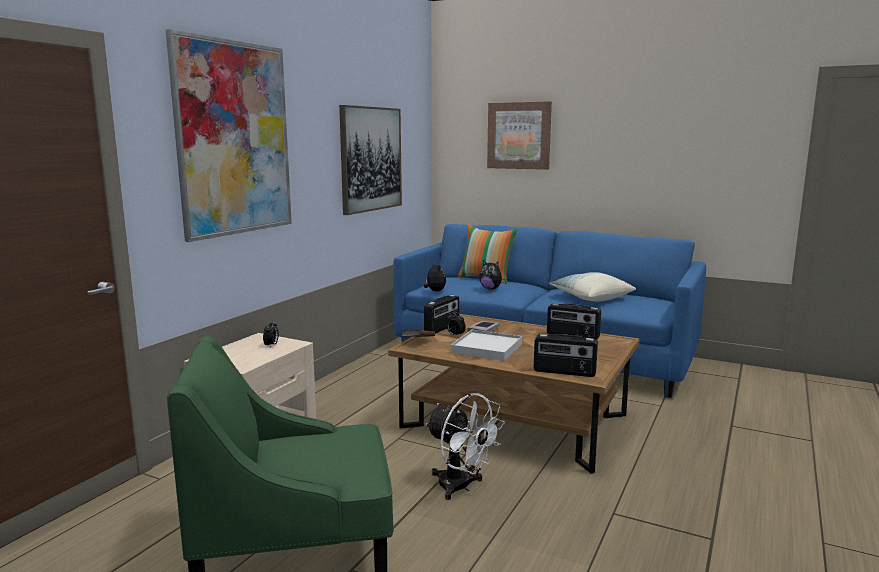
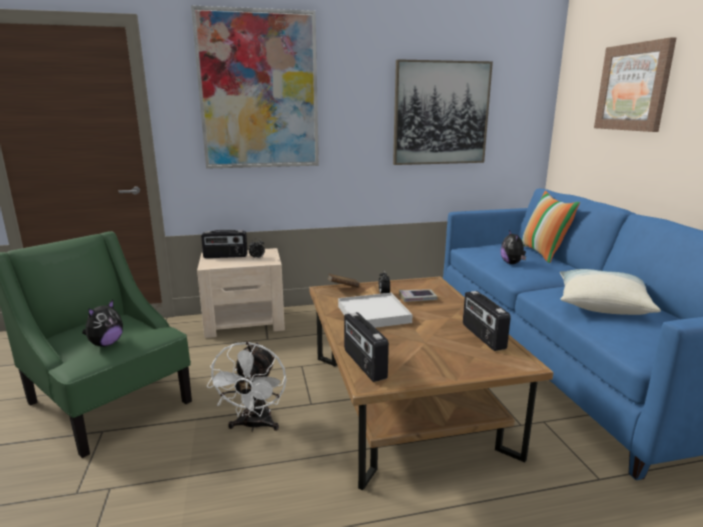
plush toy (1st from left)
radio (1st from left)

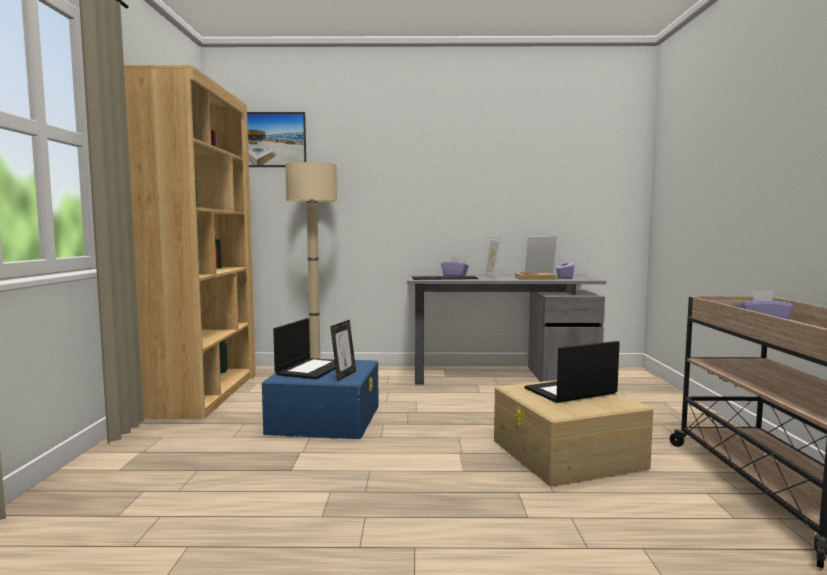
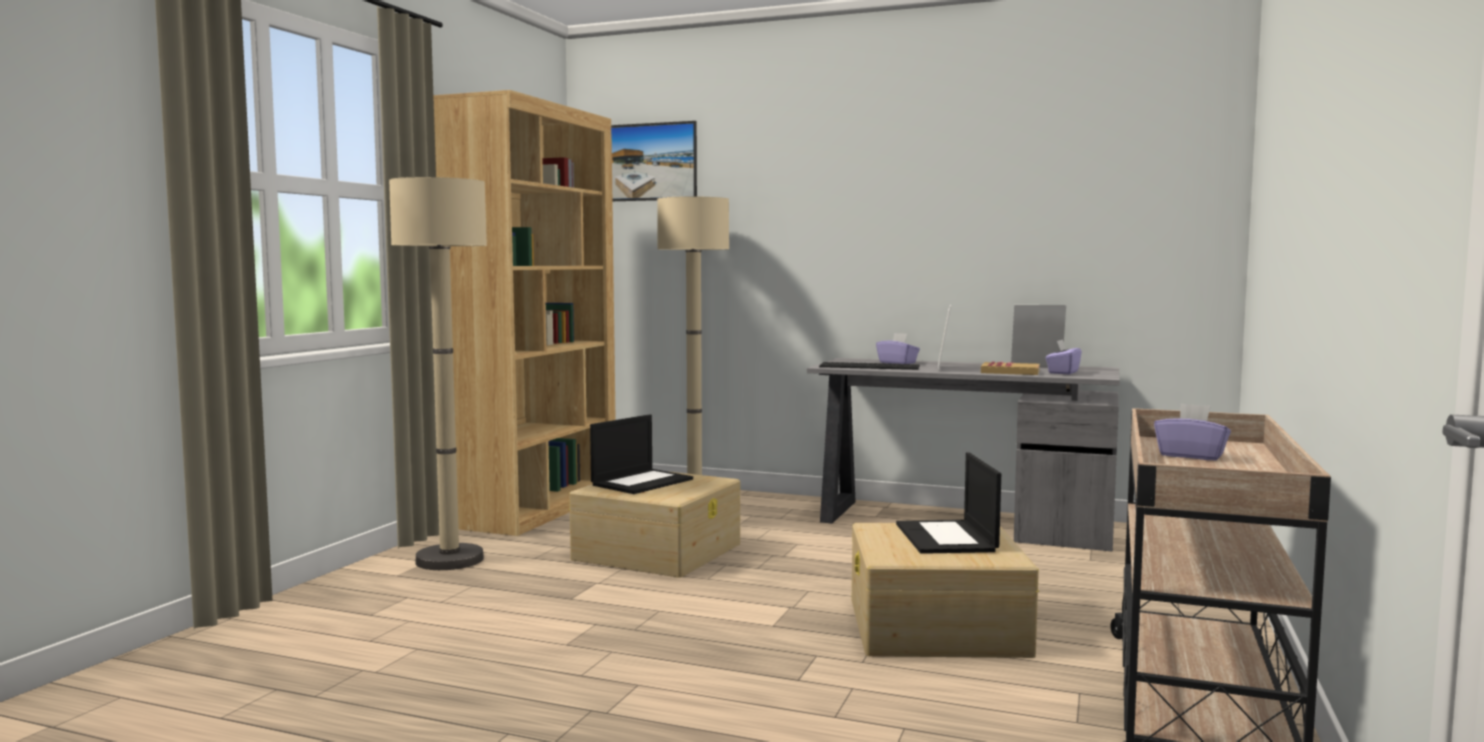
beige floor lamp (1st from left)
beige storage box (1st from left)
laptop (2nd from left)
picture frame (1st from left in the first image)

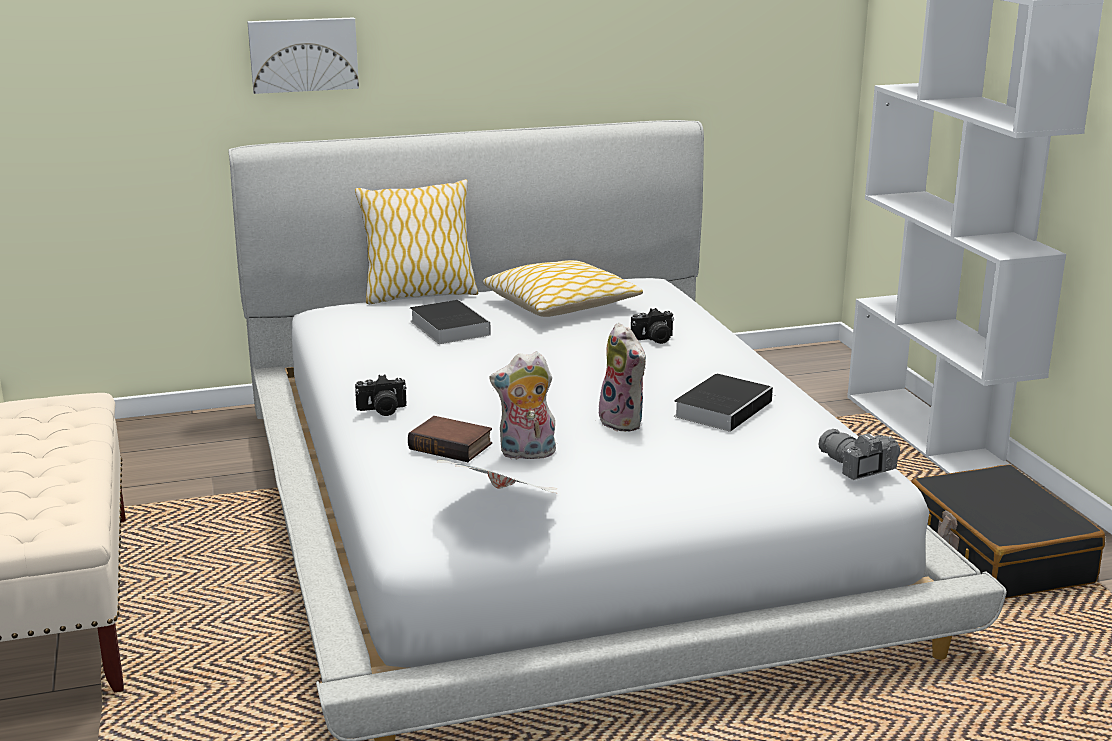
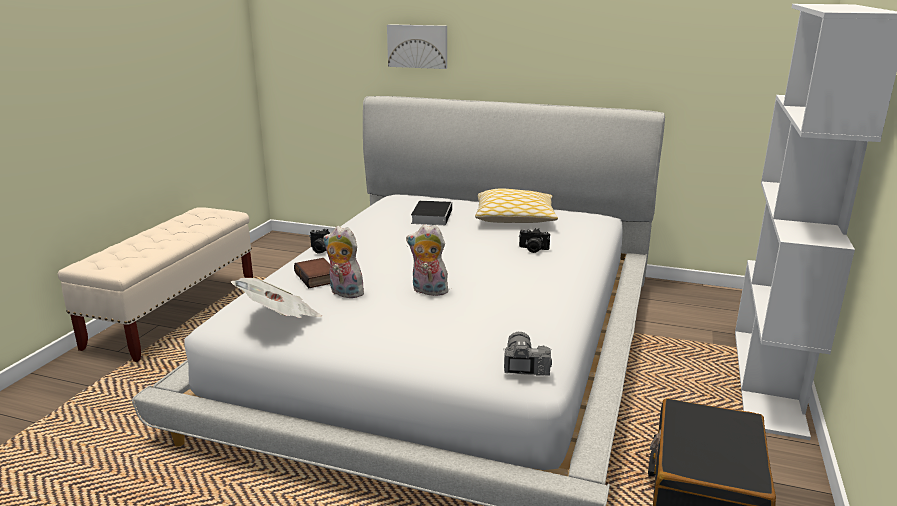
plush toy (2nd from left)
pillow (1st from left in the first image)
book (3rd from left in the first image)

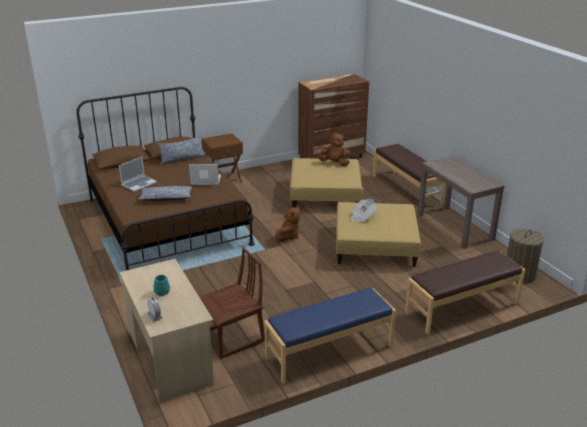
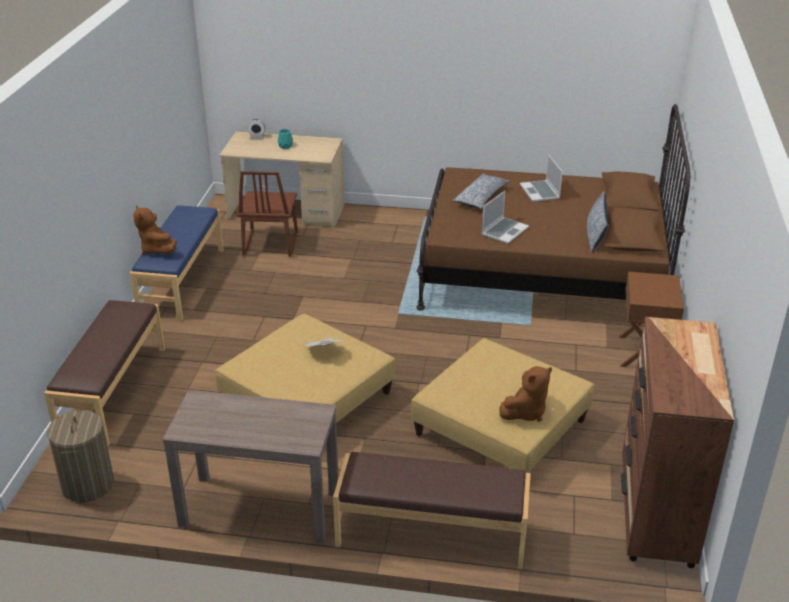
brown plush toy (1st from left)

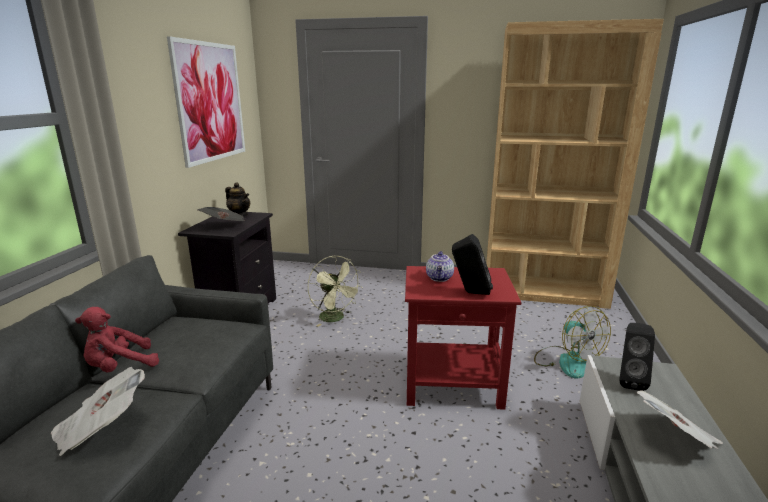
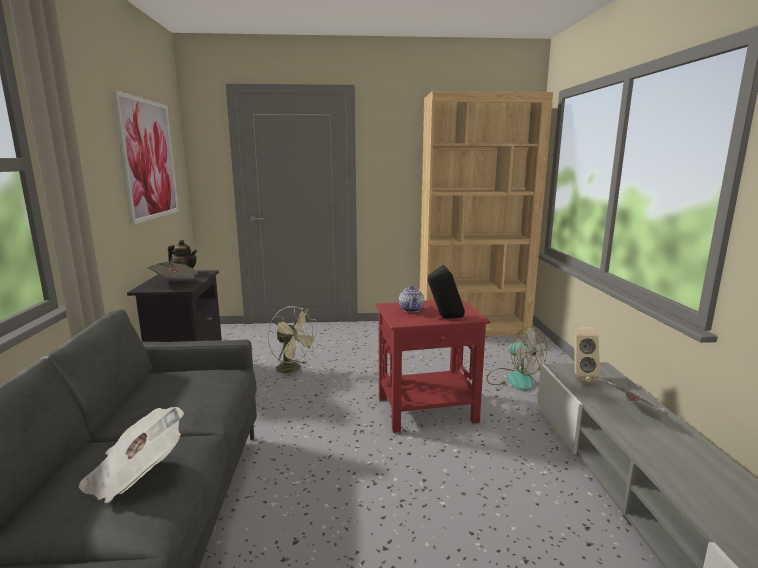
beige speaker
red plush toy

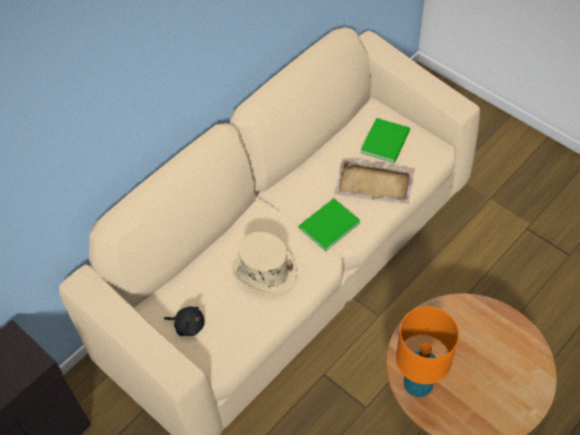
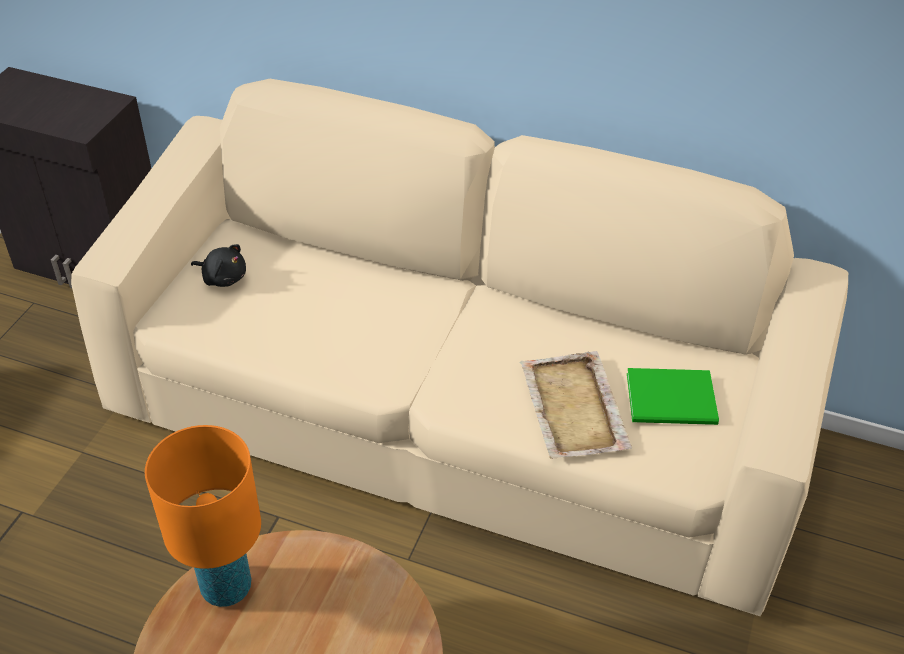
black plush toy
beige hat
green book (1st from left in the first image)

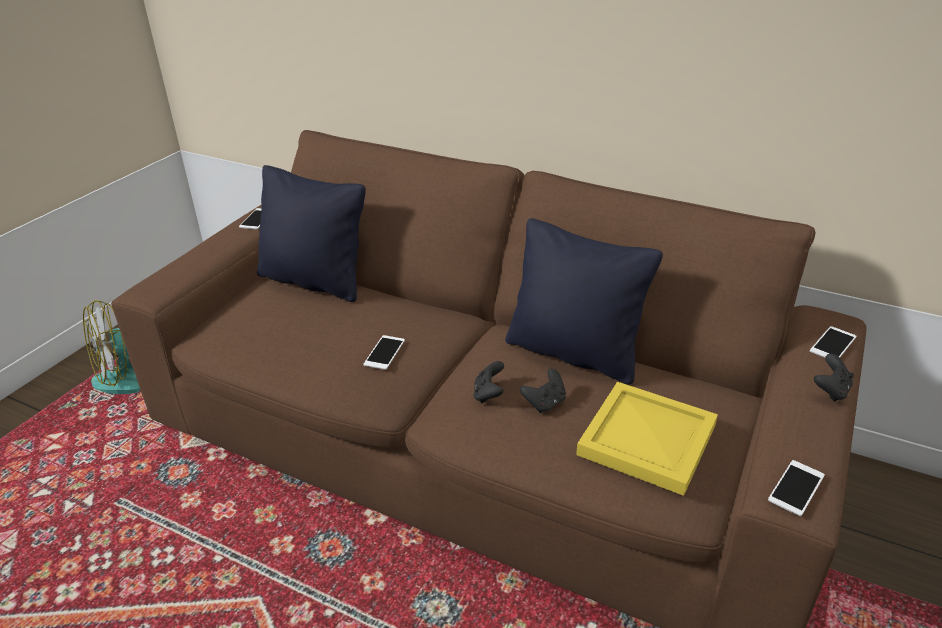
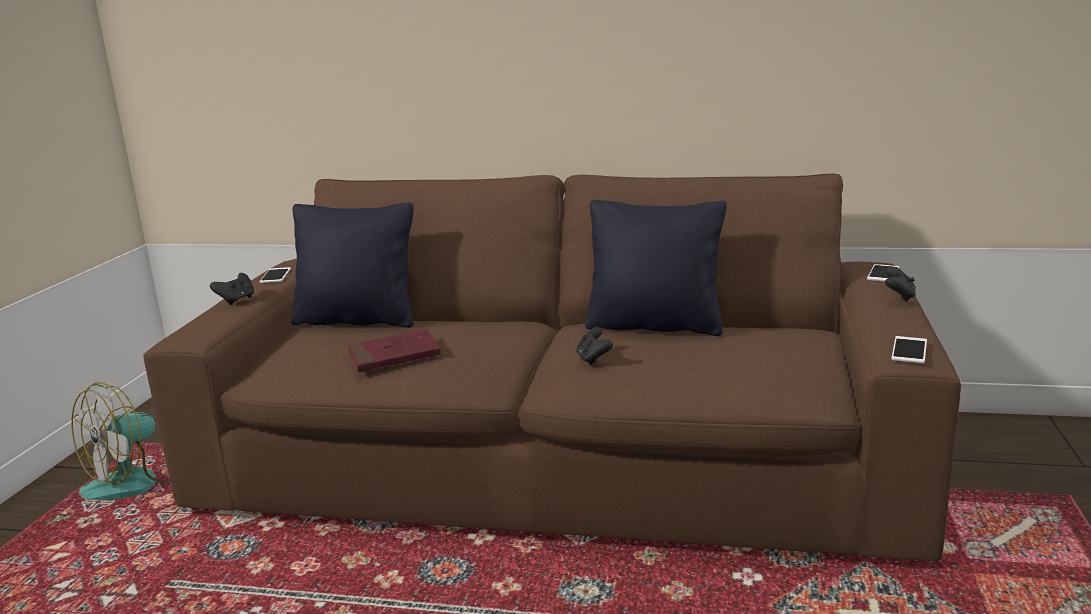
black game controller (1st from left)
red book
phone (2nd from left in the first image)
yellow tray

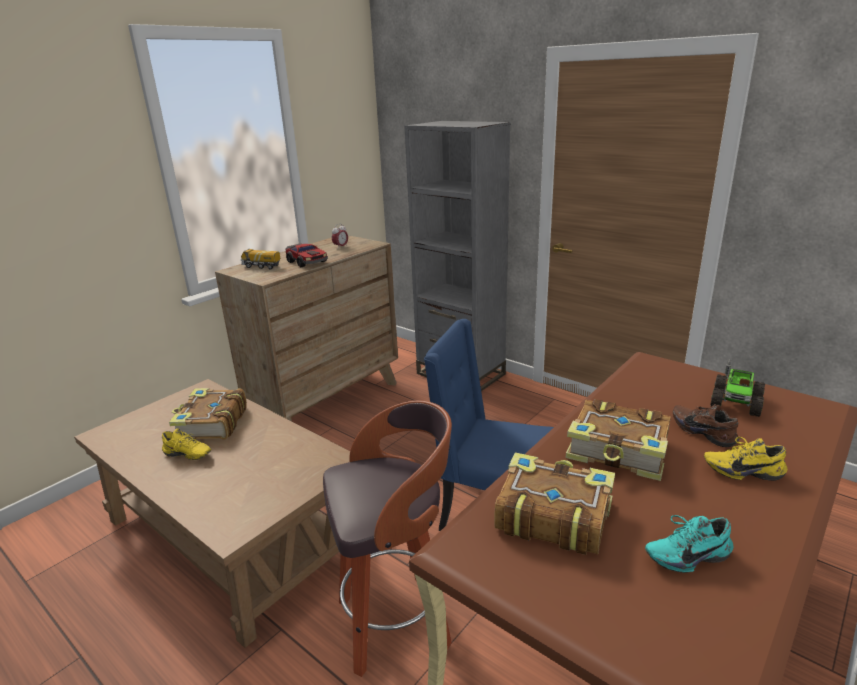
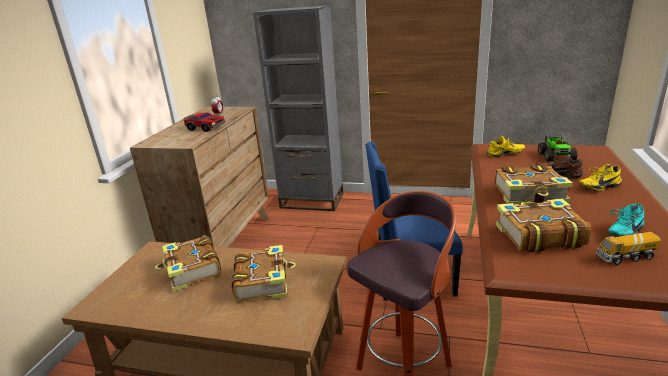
book (2nd from left)
yellow shoe (1st from left)
toy truck (2nd from left)

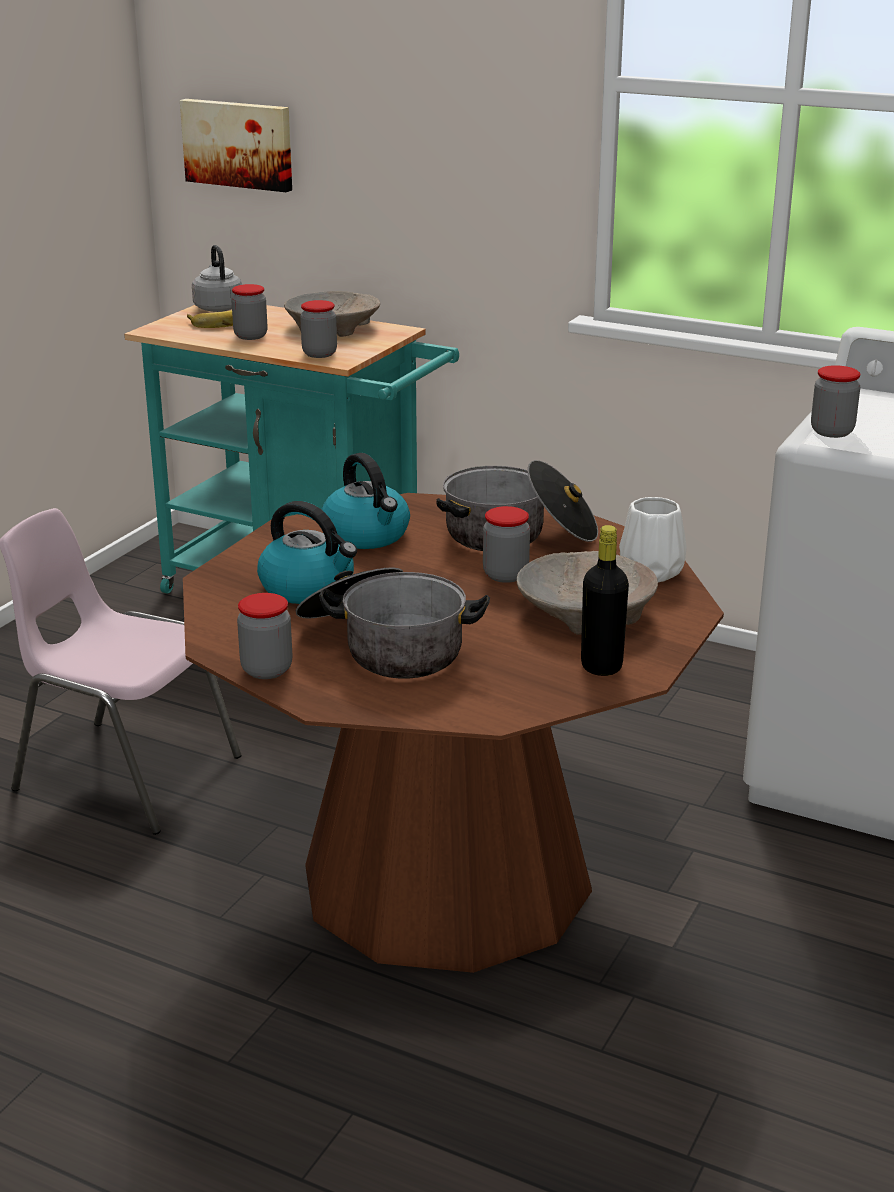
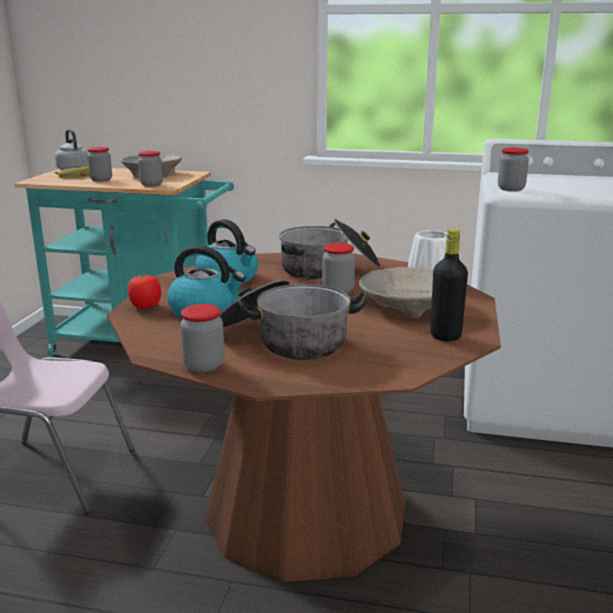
tomato
picture

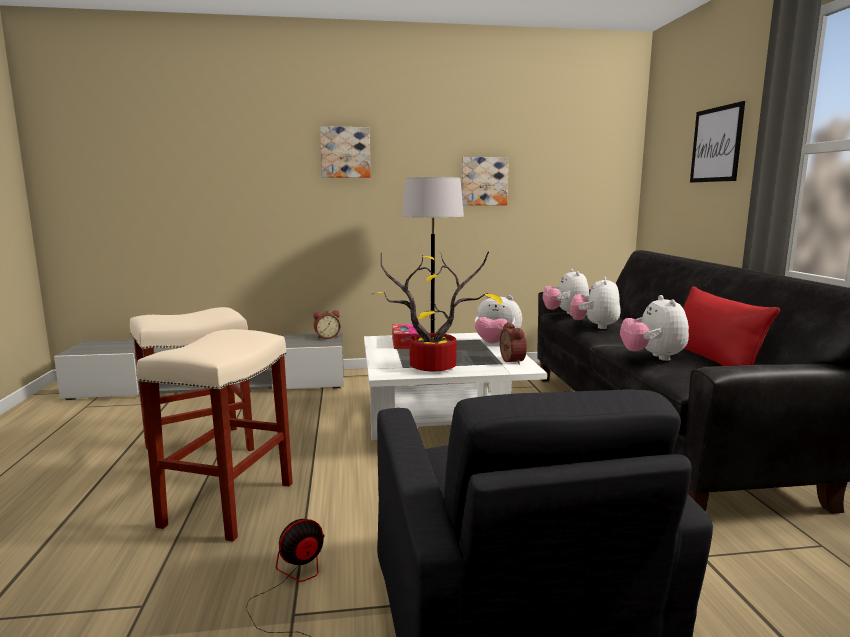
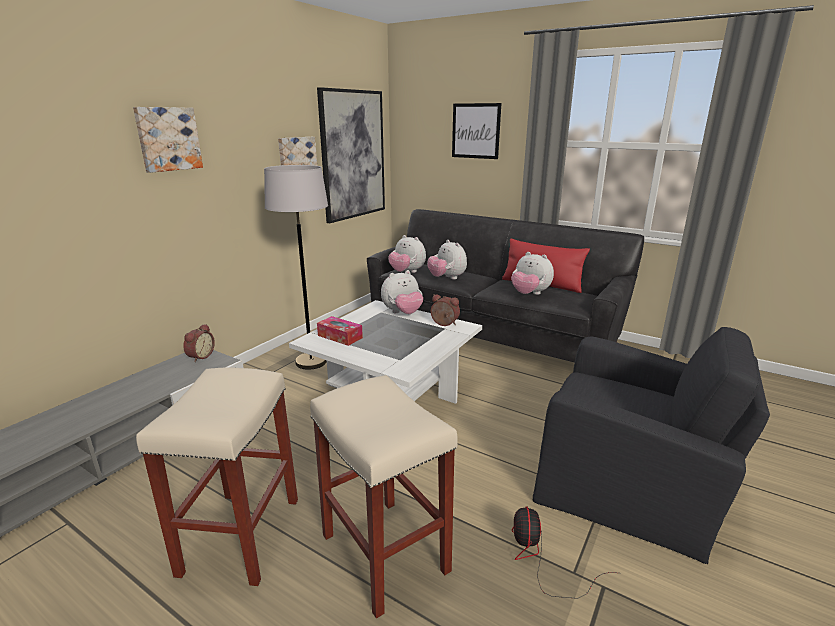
picture (3rd from left)
potted plant

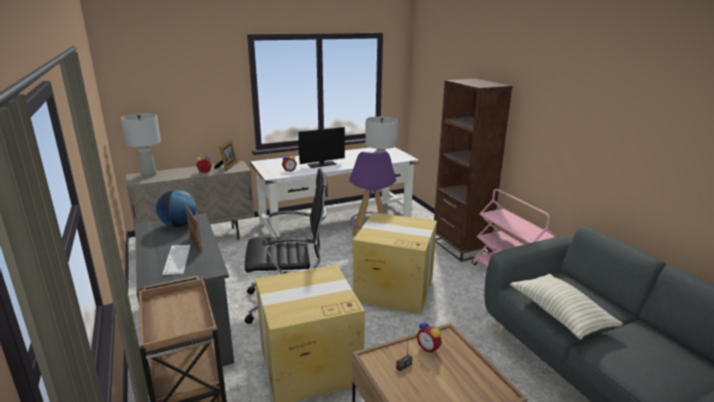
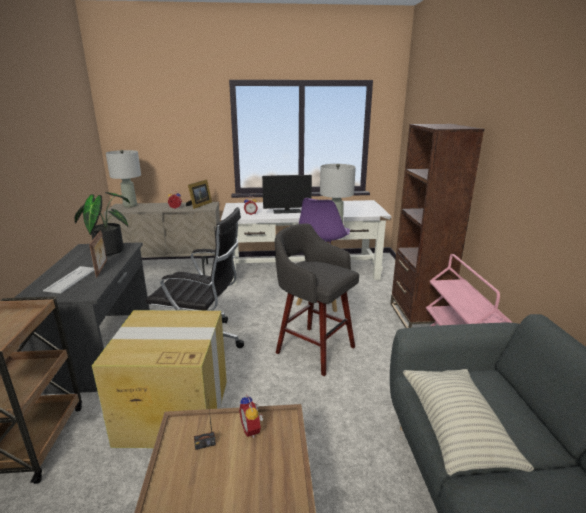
potted plant
grey stool

